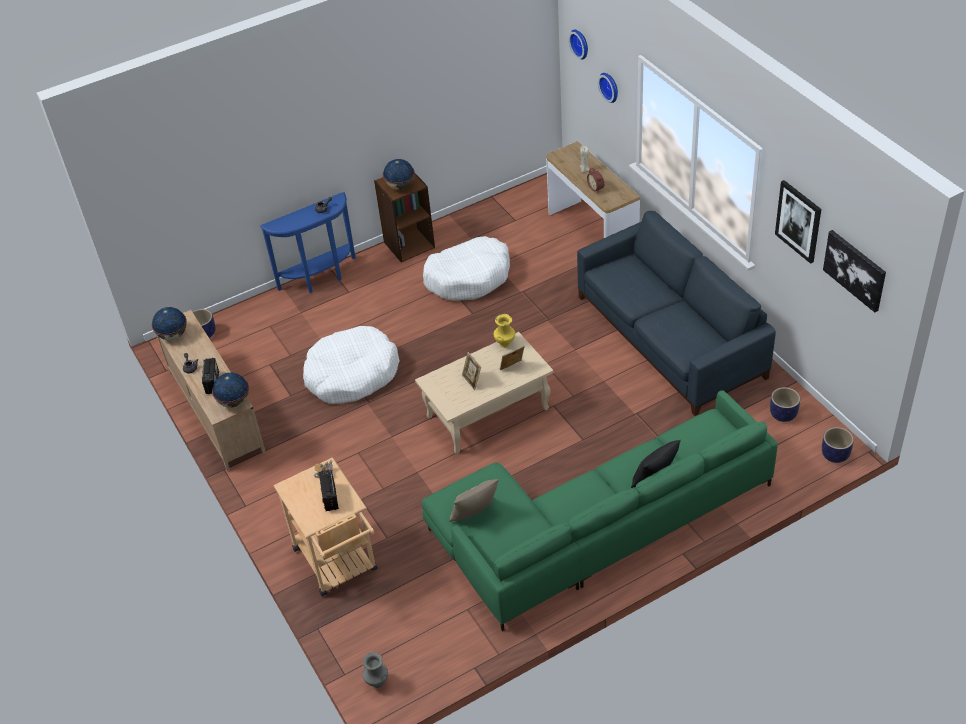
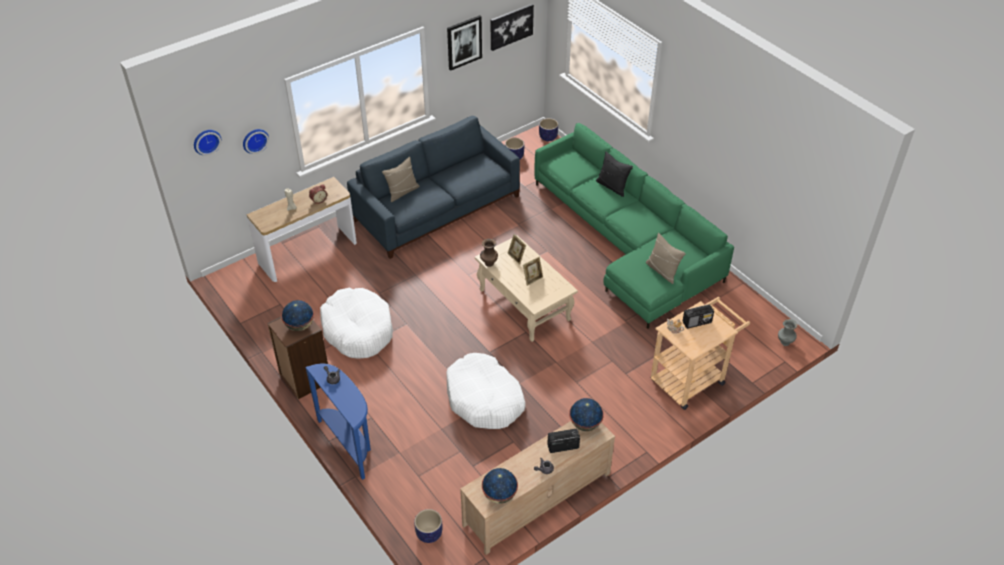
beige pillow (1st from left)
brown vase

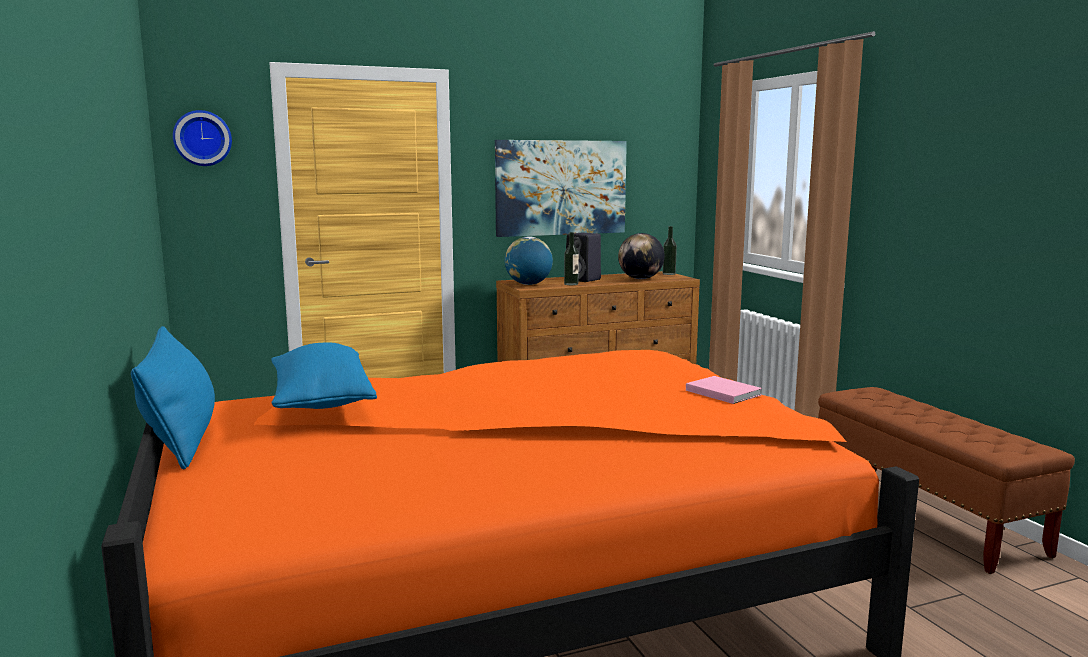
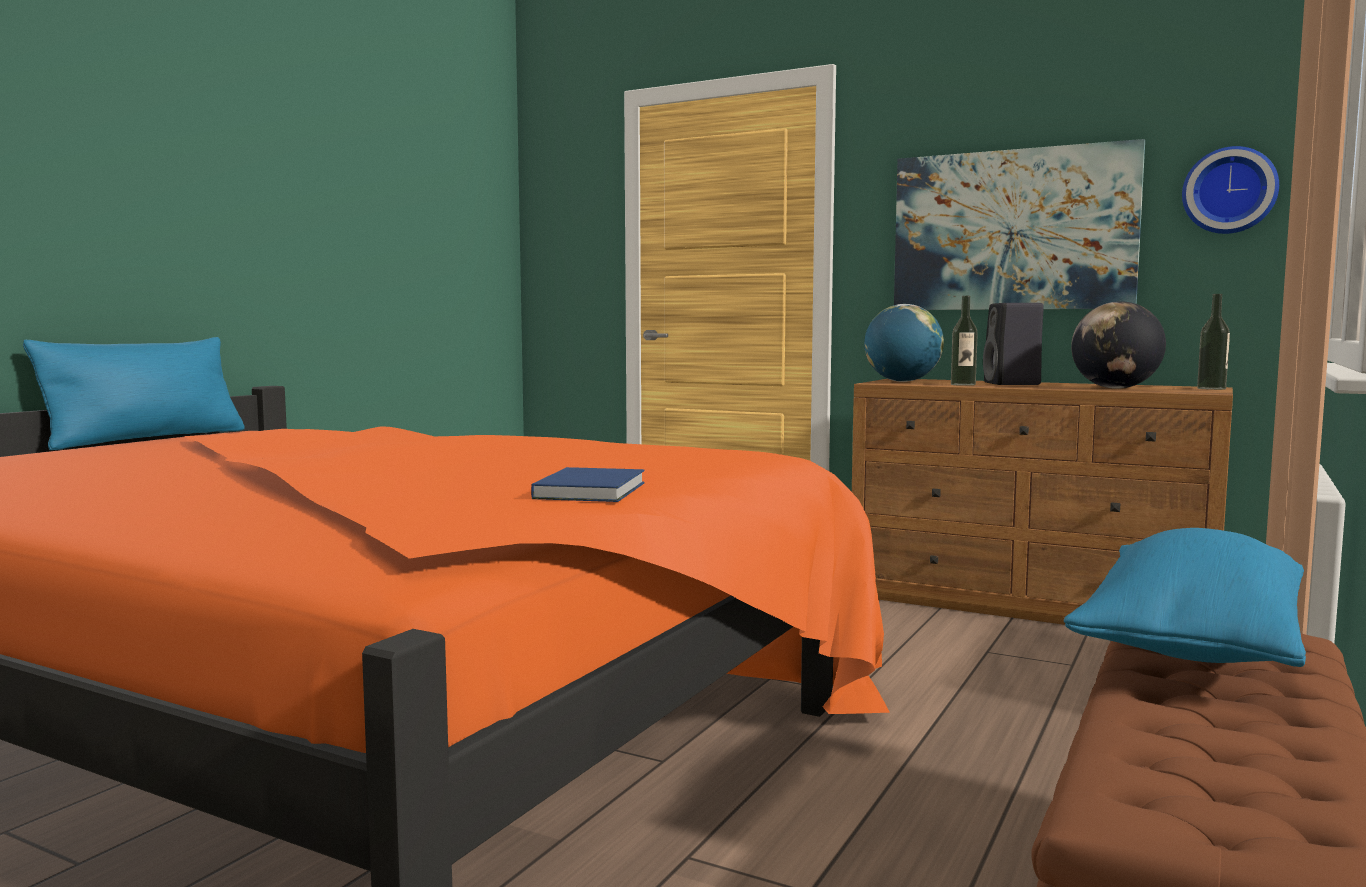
blue book
blue pillow (2nd from left)
wall clock

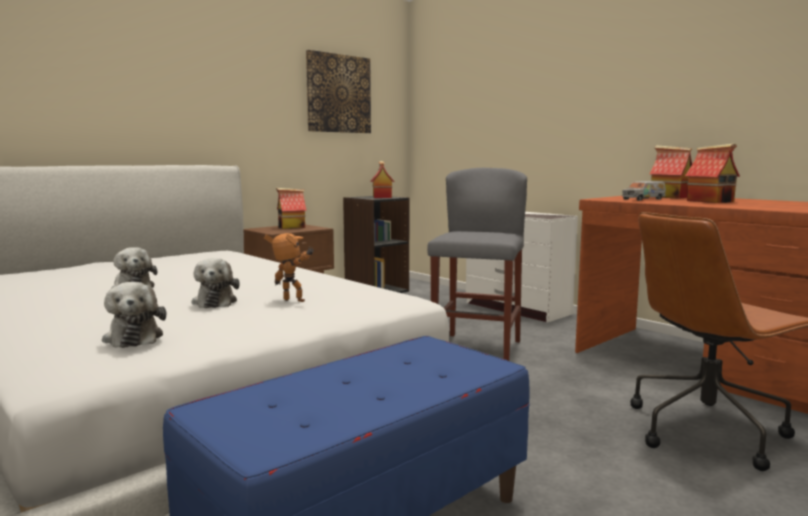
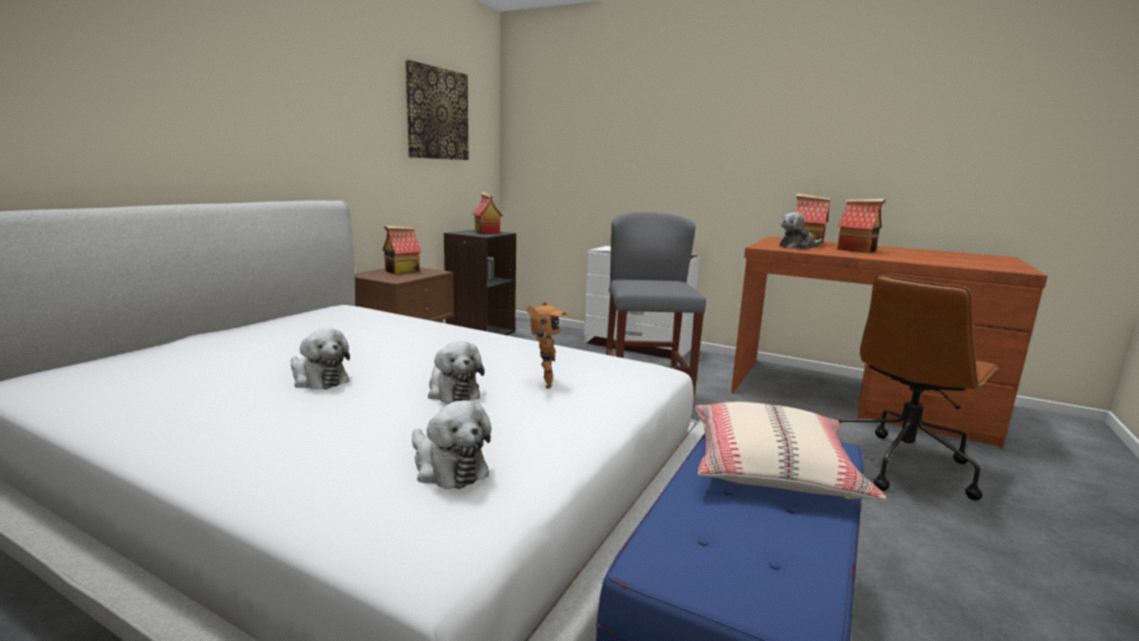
toy robot
beige pillow
plush toy (4th from left)

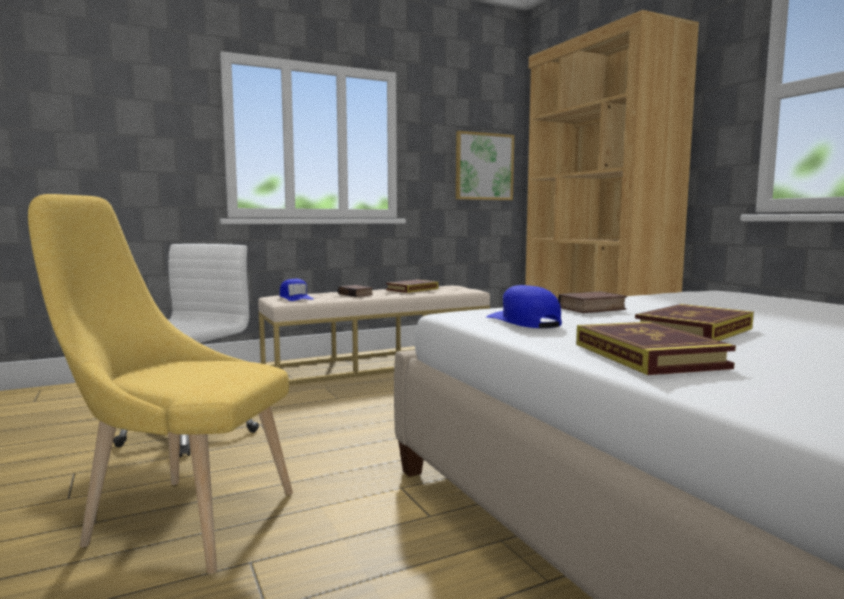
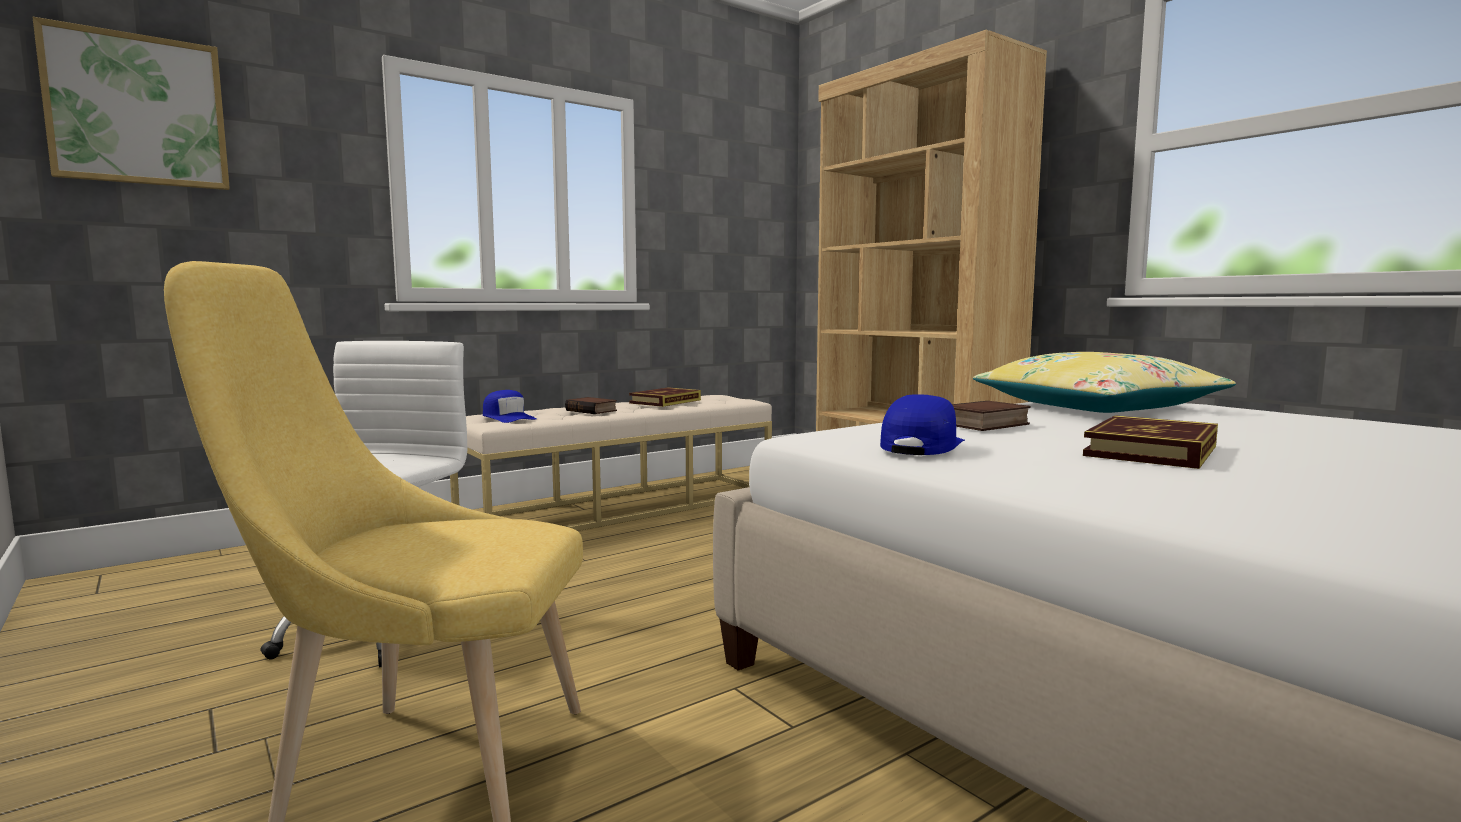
picture
blue cap (2nd from left)
yellow pillow
book (4th from left in the first image)

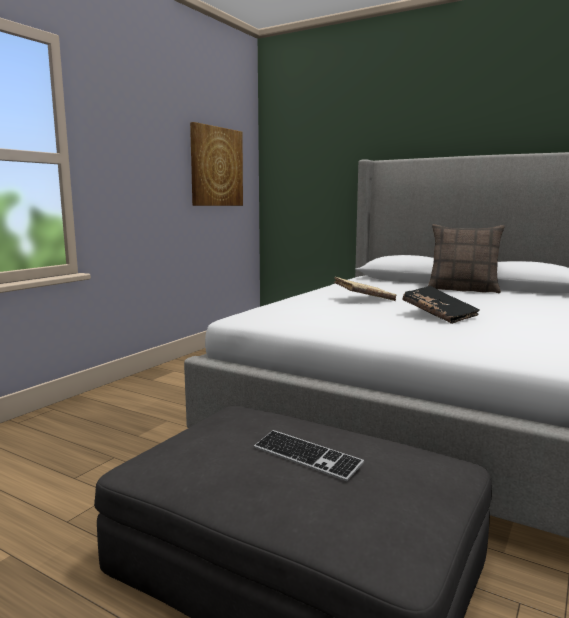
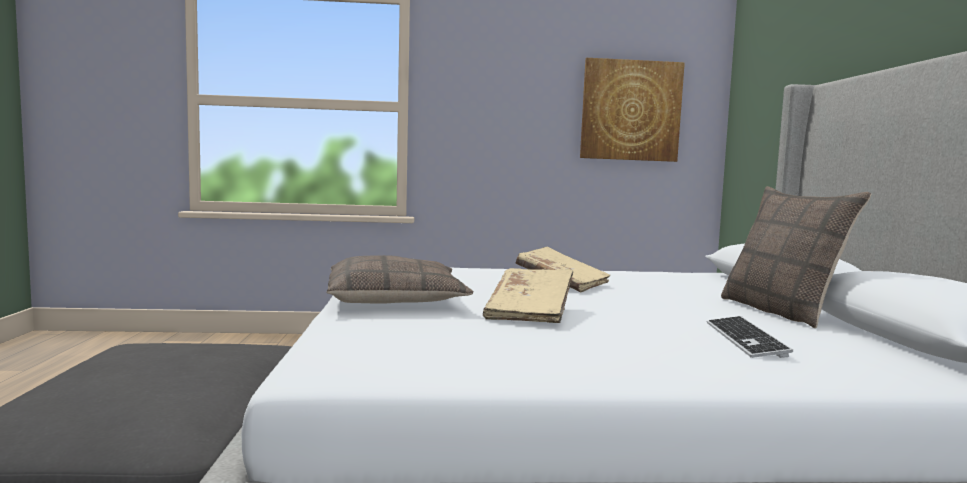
pillow (1st from left)
beige book (1st from left)
keyboard

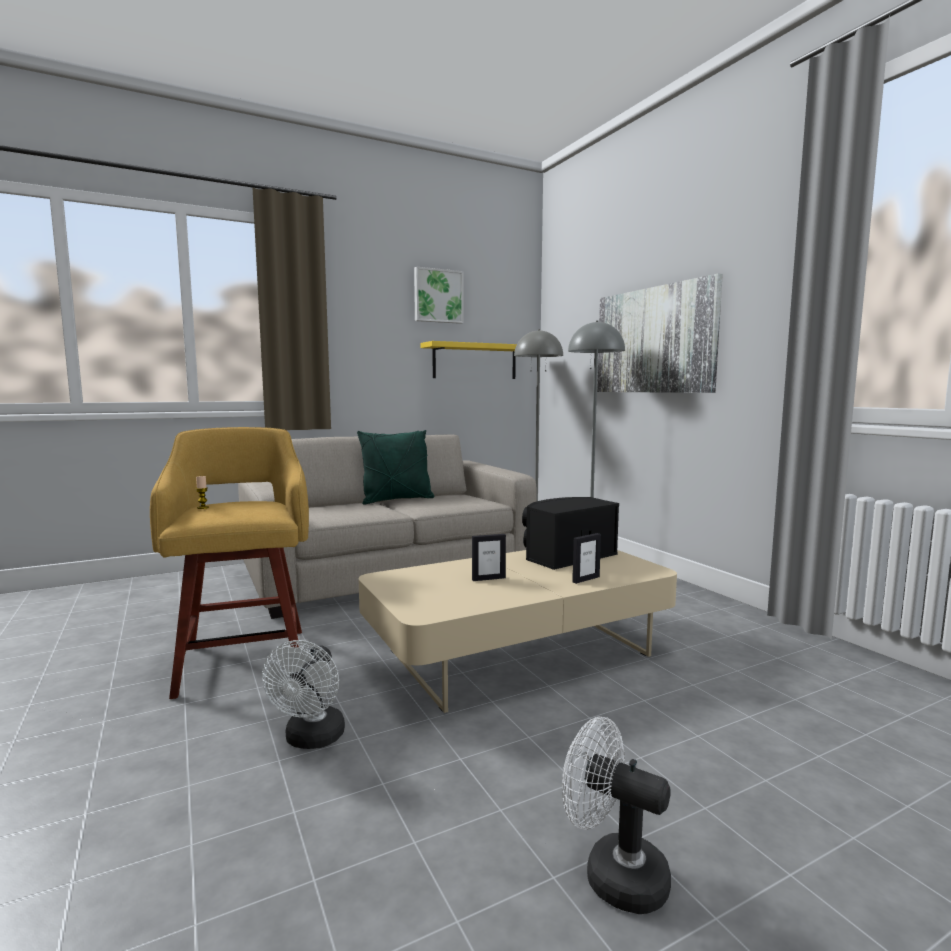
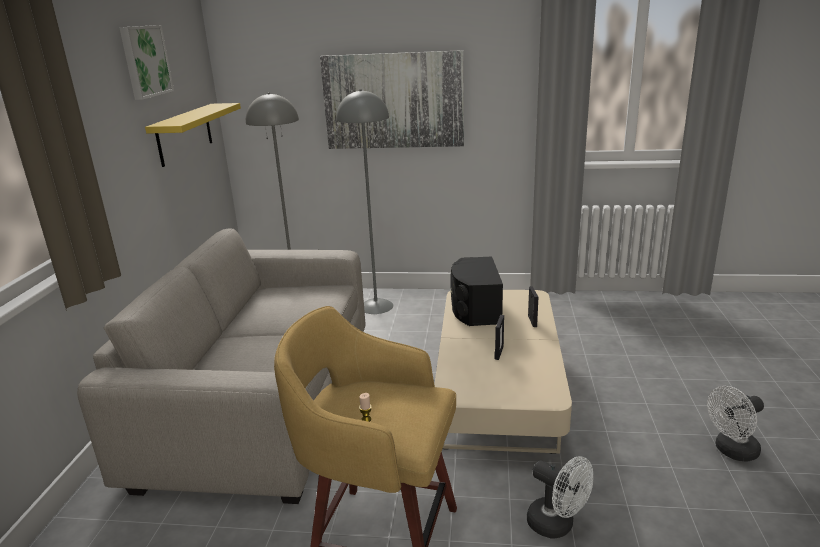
green pillow

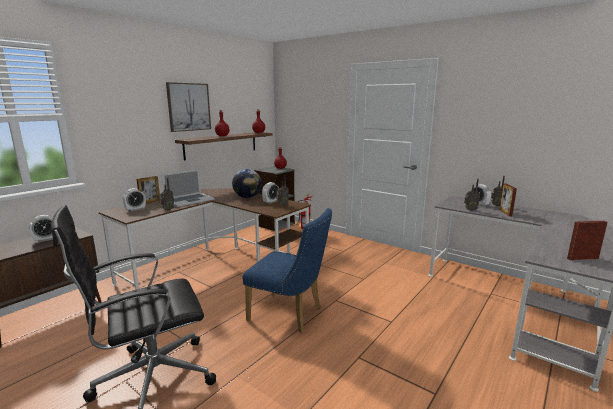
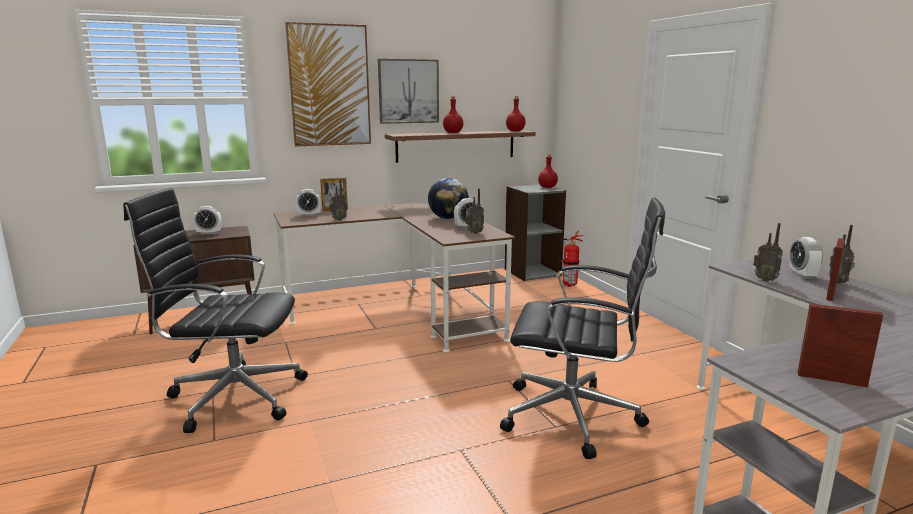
picture (1st from left)
black office chair (2nd from left)
laptop
blue chair

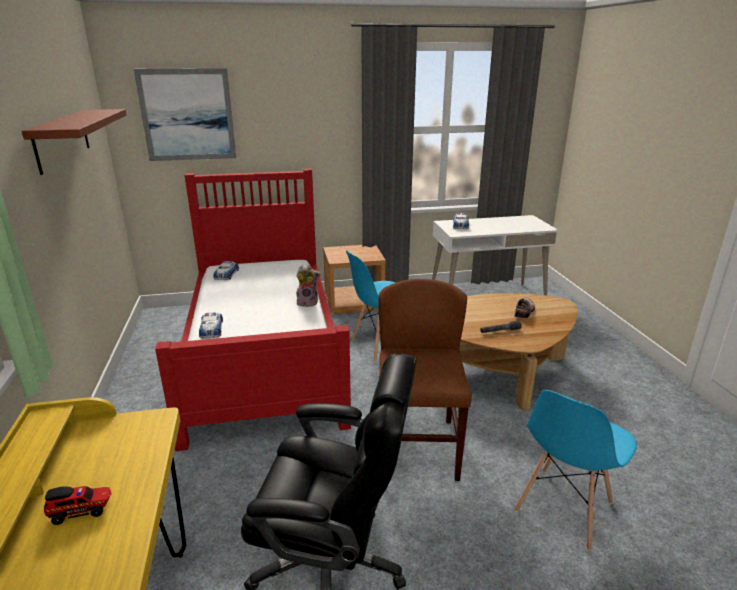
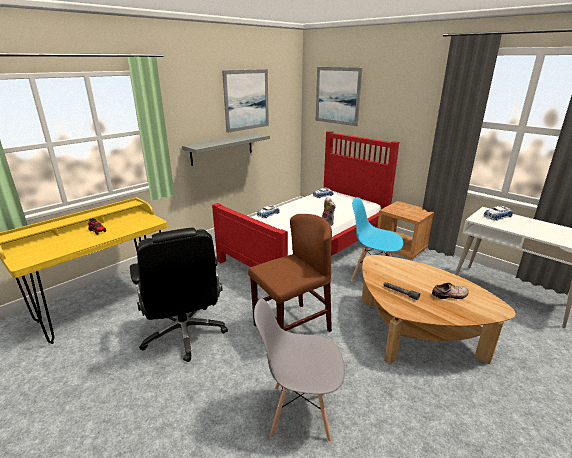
grey shelf
picture (1st from left)
grey chair

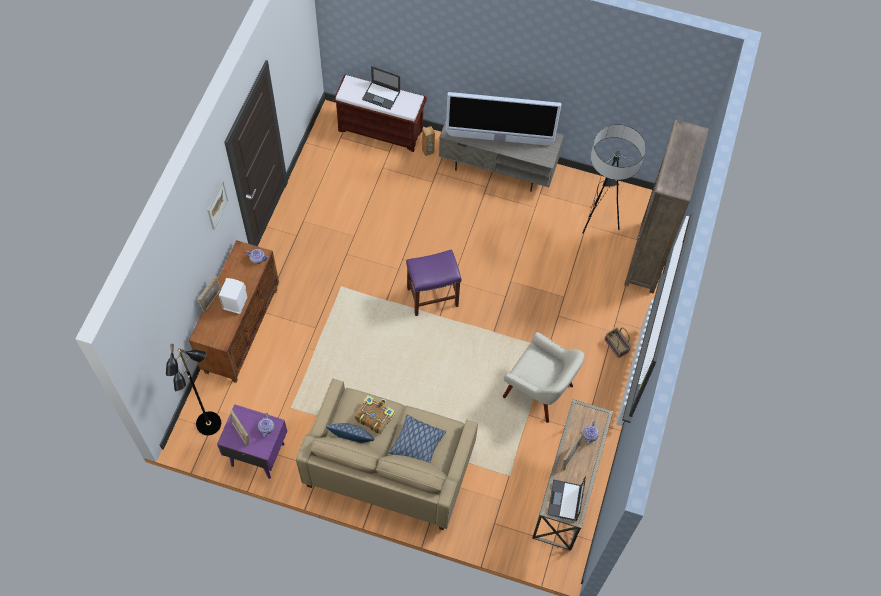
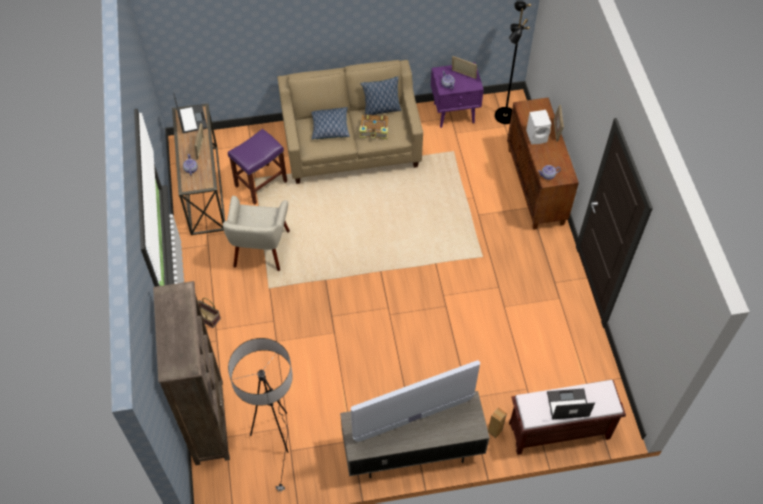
beige armchair
purple stool
picture

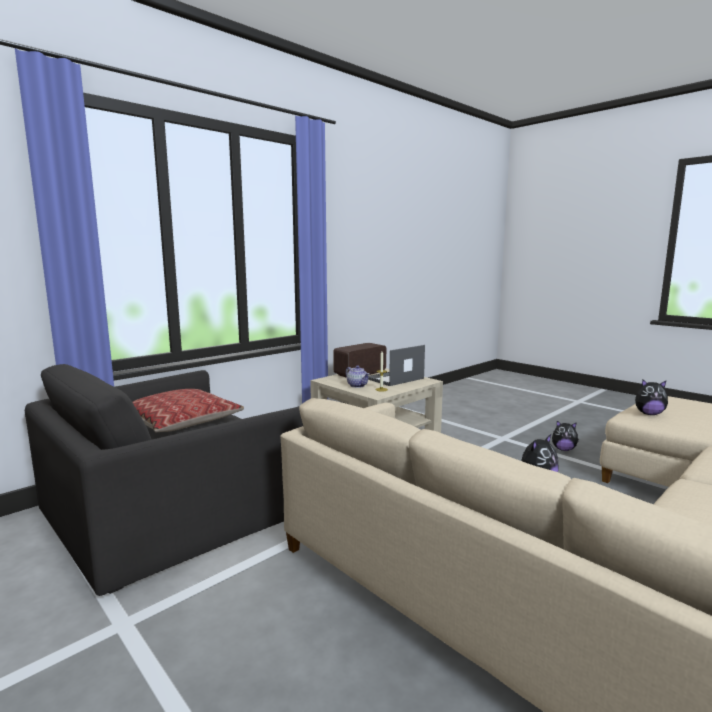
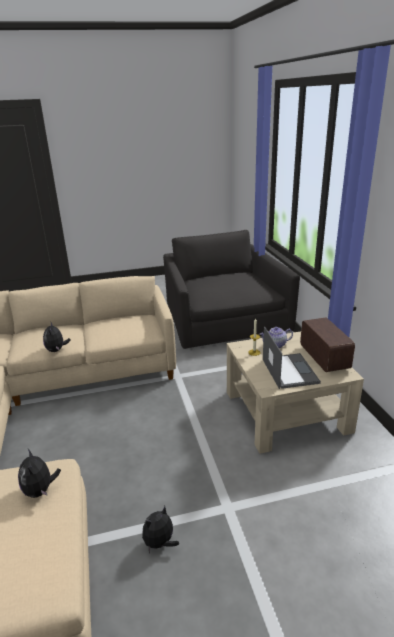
plush toy (1st from left)
pillow

